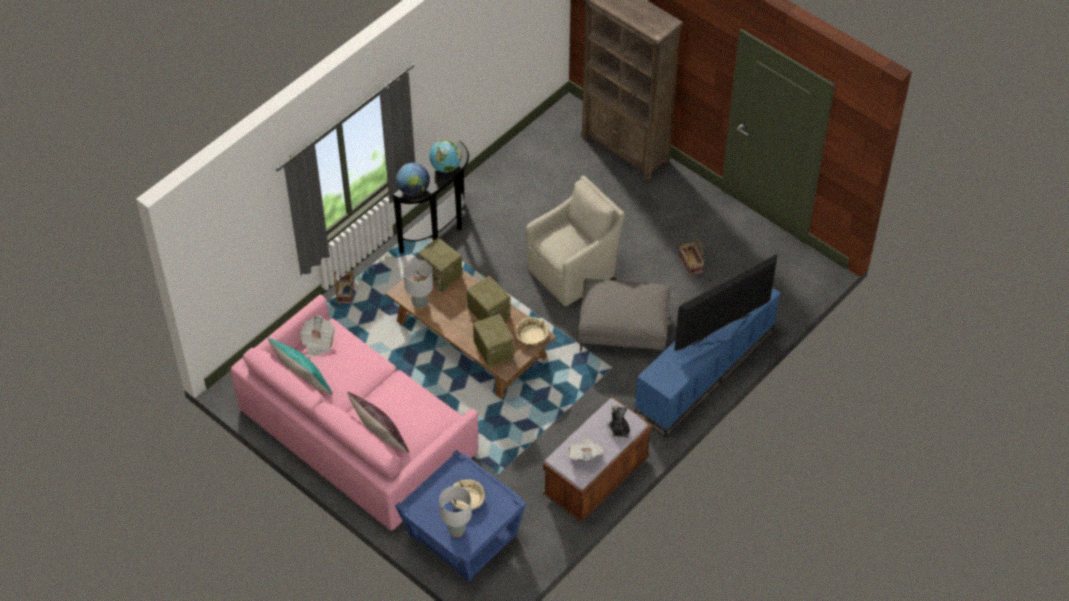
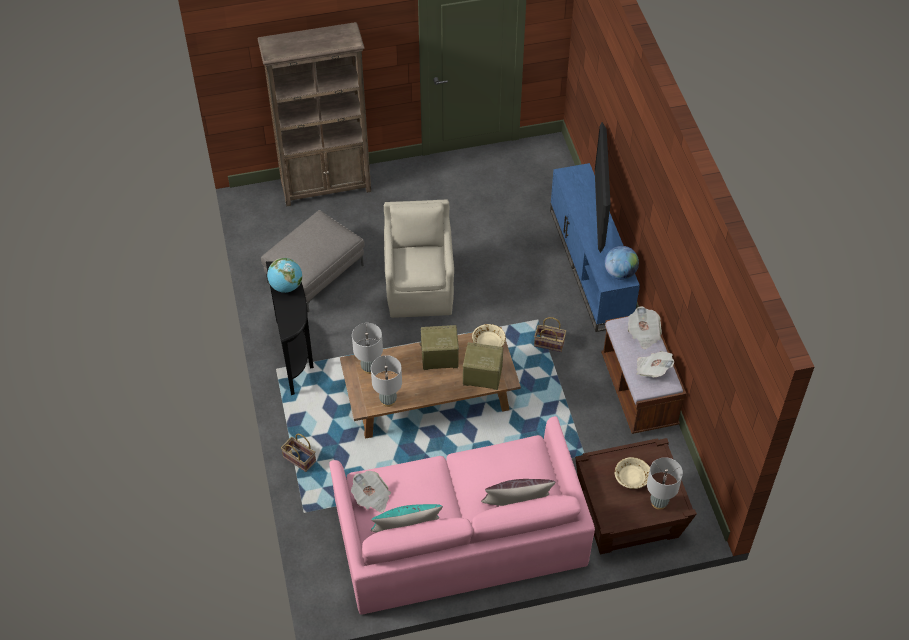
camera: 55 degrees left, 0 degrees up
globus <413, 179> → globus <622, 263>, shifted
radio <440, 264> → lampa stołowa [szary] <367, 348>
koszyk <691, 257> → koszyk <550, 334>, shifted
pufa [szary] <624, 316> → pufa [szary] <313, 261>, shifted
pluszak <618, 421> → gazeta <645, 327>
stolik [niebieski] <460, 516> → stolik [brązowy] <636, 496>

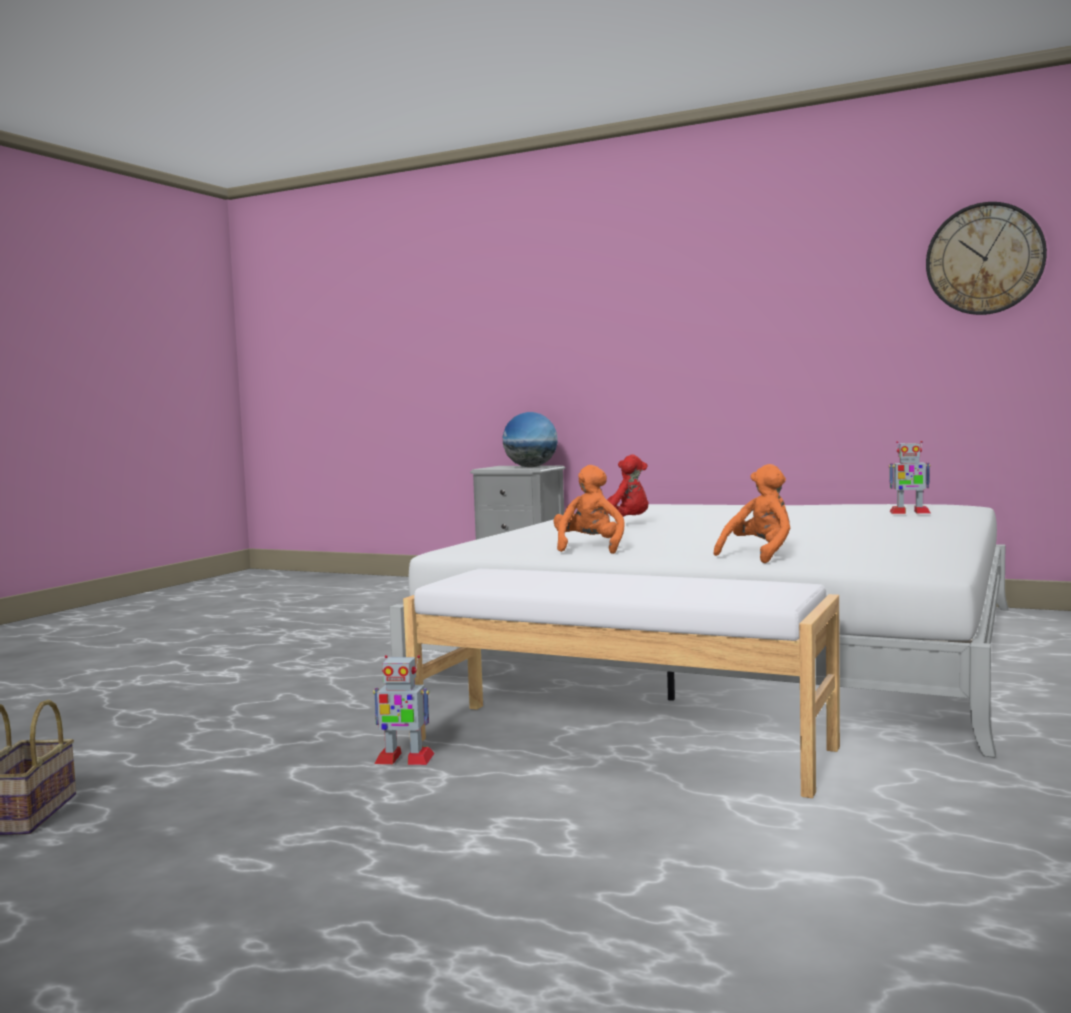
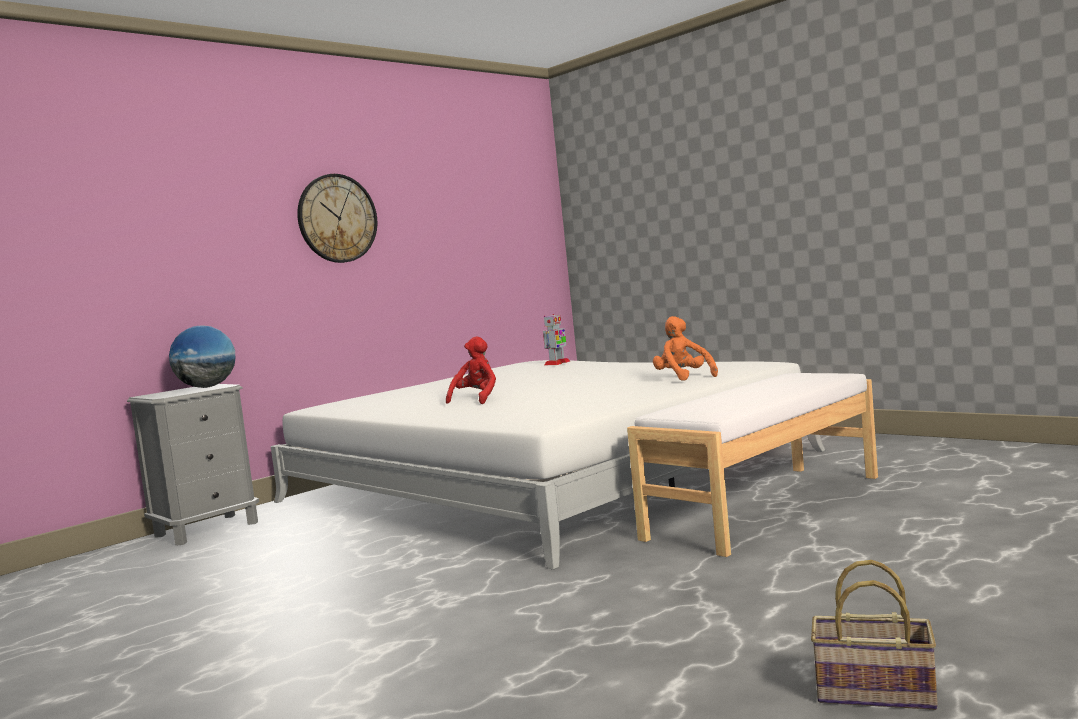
camera: 70 degrees left, 0 degrees up
zegar ścienny <986, 258> → zegar ścienny <337, 218>, shifted
pluszak [pomarańczowy] <588, 509> → -
robot zabawkowy <404, 710> → -

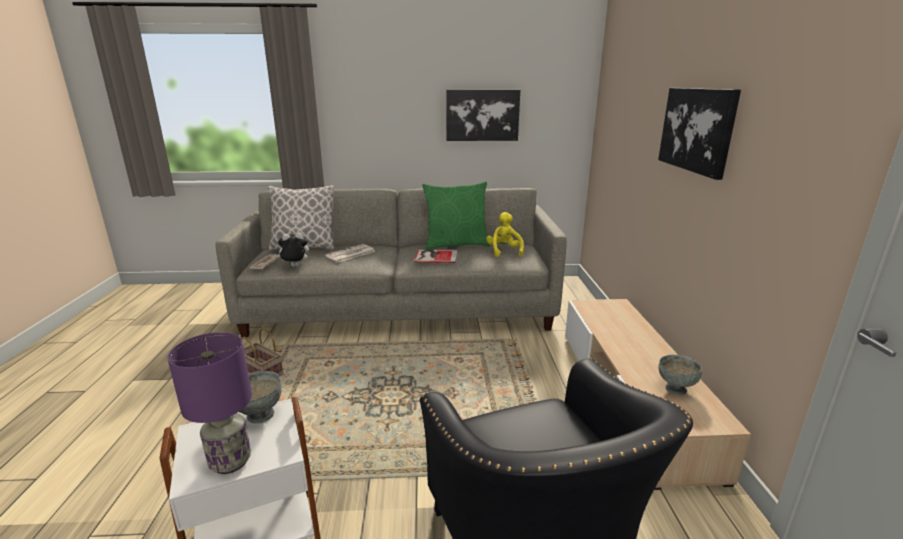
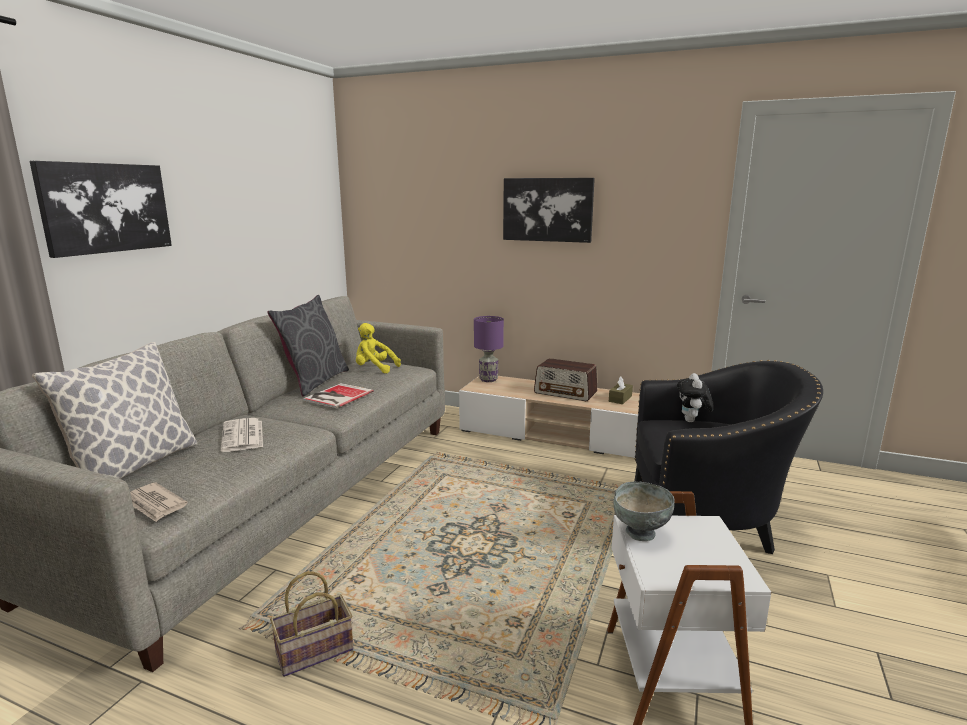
camera: 65 degrees left, 5 degrees down
obraz <483, 115> → obraz <101, 209>, shifted
poduszka [zielony] <456, 215> → poduszka [szary] <308, 346>
pluszak <292, 249> → pluszak <695, 397>, shifted
lampa stołowa [fioletowy] <209, 403> → lampa stołowa [fioletowy] <489, 349>, shifted
miska [szary] <680, 375> → pudełko chusteczek [brązowy] <621, 390>
- → radio <565, 379>

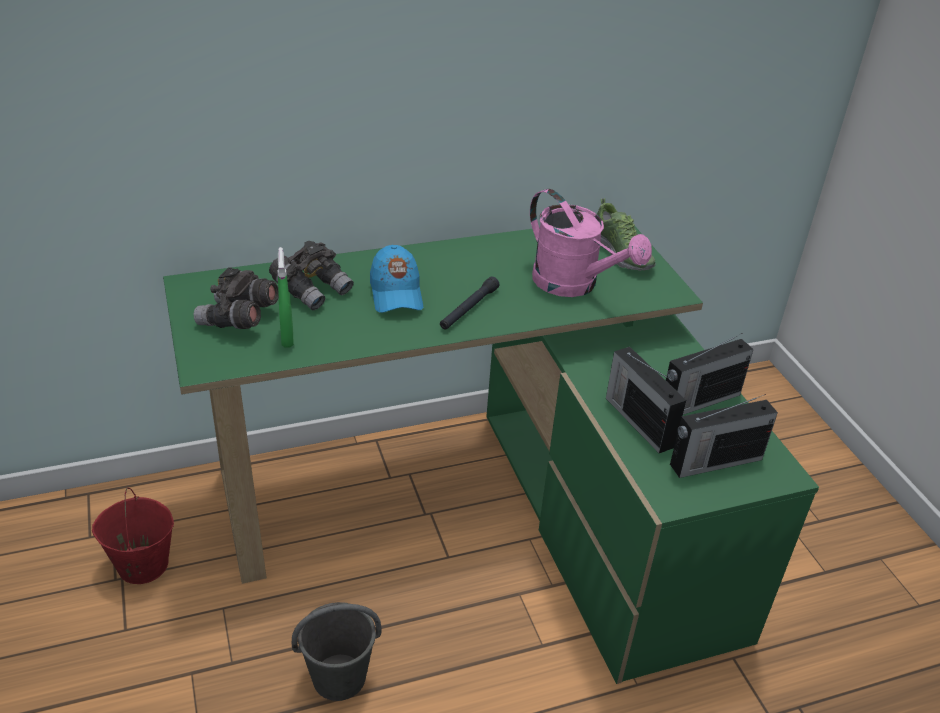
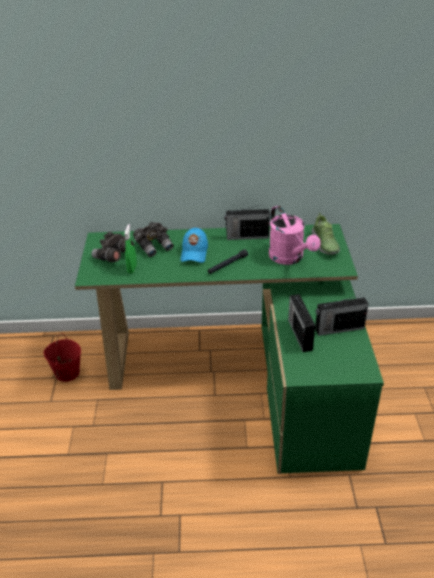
camera: 20 degrees right, 0 degrees up
radio <724, 436> → radio <247, 222>, shifted
wiadro [szary] <336, 651> → -

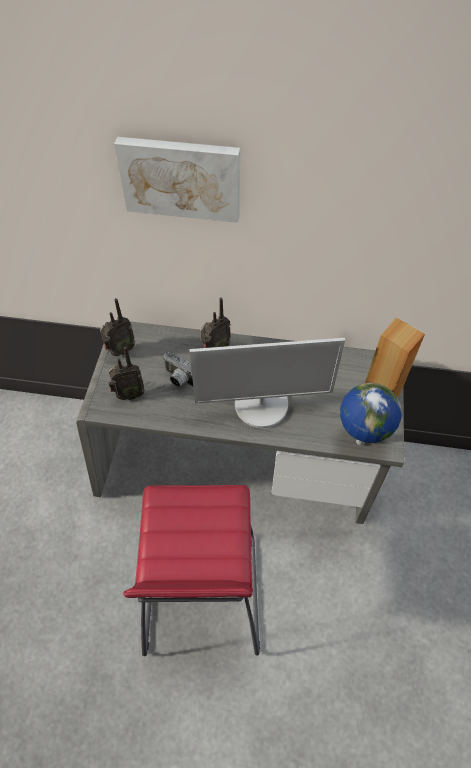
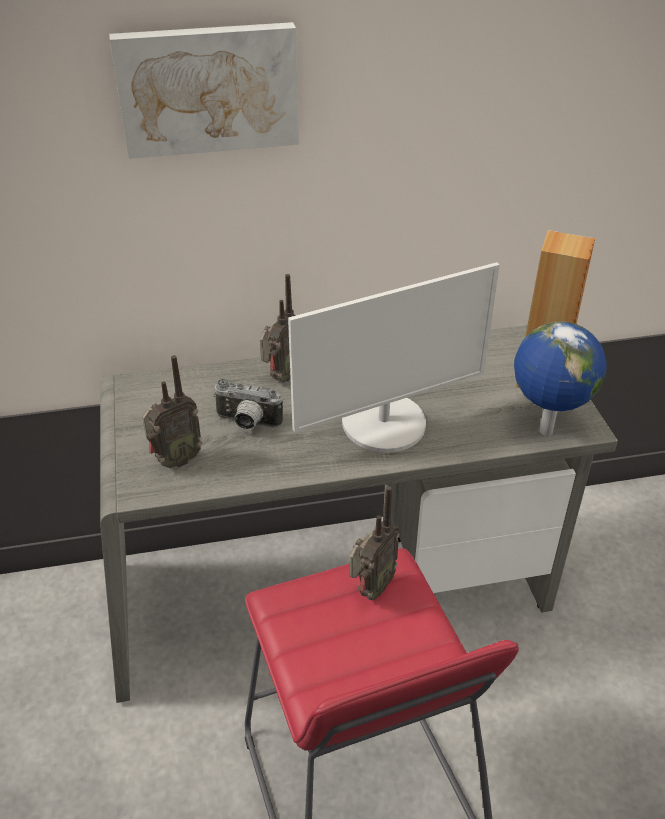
camera: 20 degrees left, 15 degrees down
radio <117, 327> → radio <374, 543>, shifted

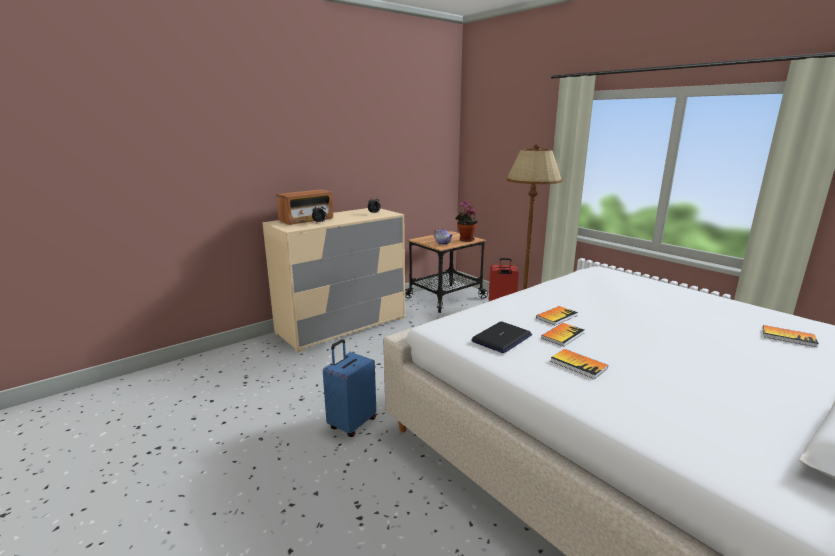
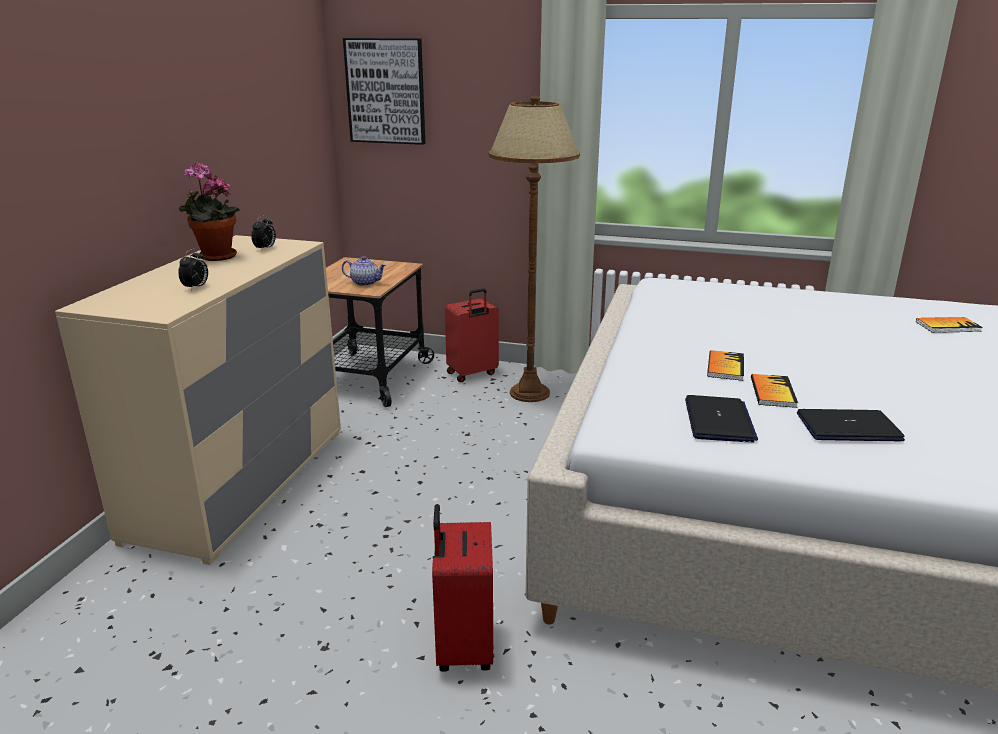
camera: 35 degrees left, 5 degrees up
radio <304, 207> → -
roślina doniczkowa <466, 221> → roślina doniczkowa <209, 211>, shifted
walizka [niebieski] <349, 388> → walizka [czerwony] <462, 588>
książka <579, 364> → laptop <851, 425>
- → obraz <384, 91>

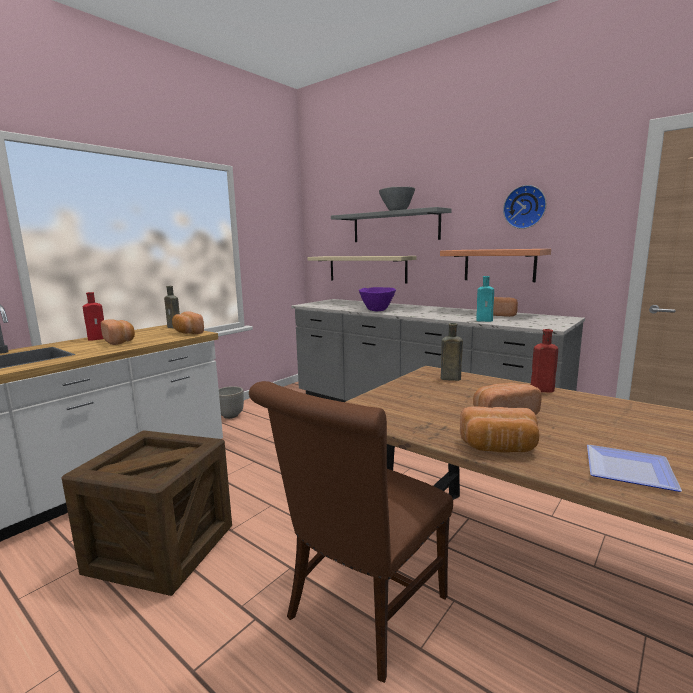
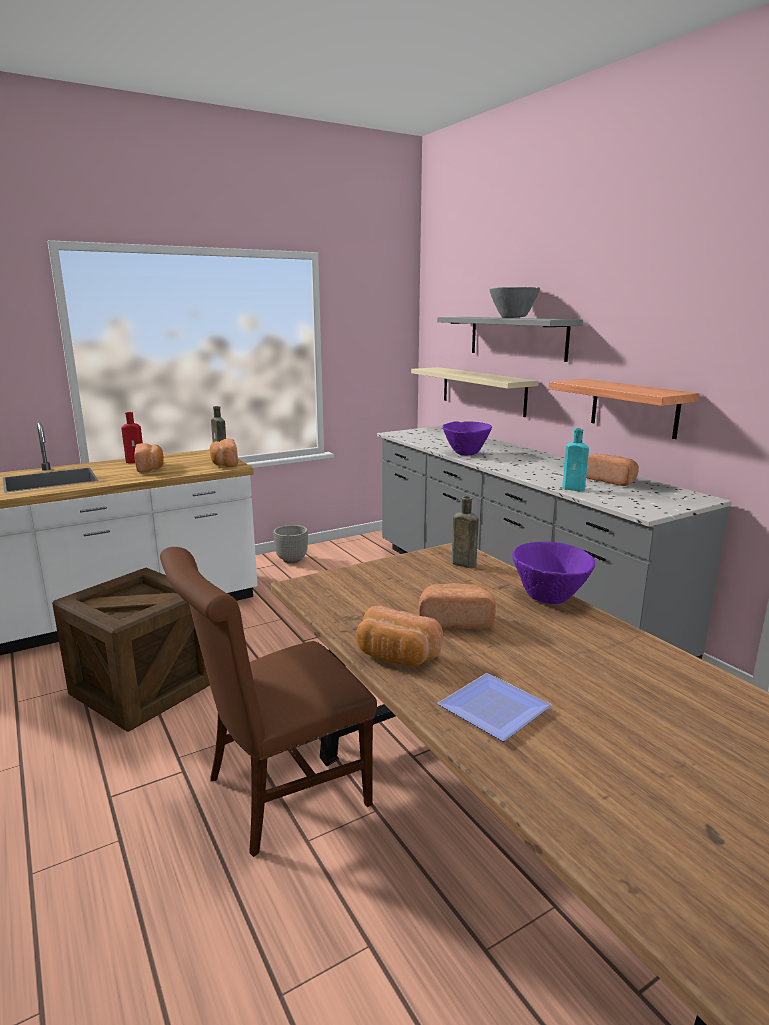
camera: 20 degrees right, 5 degrees up
zegar ścienny <524, 207> → -
butelka [czerwony] <544, 360> → miska [fioletowy] <553, 573>

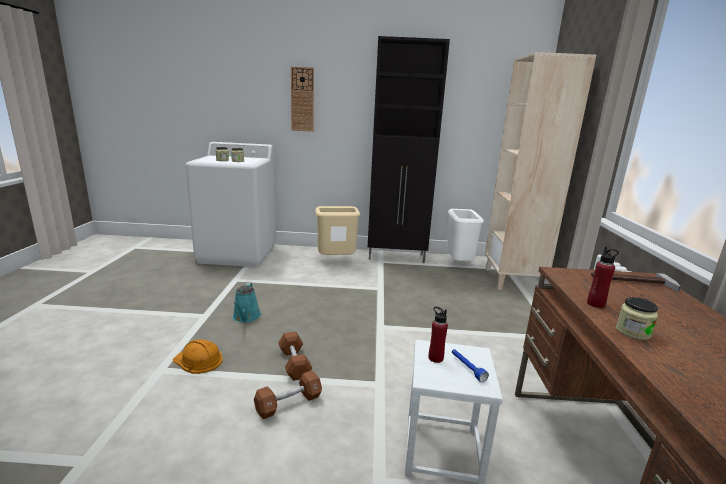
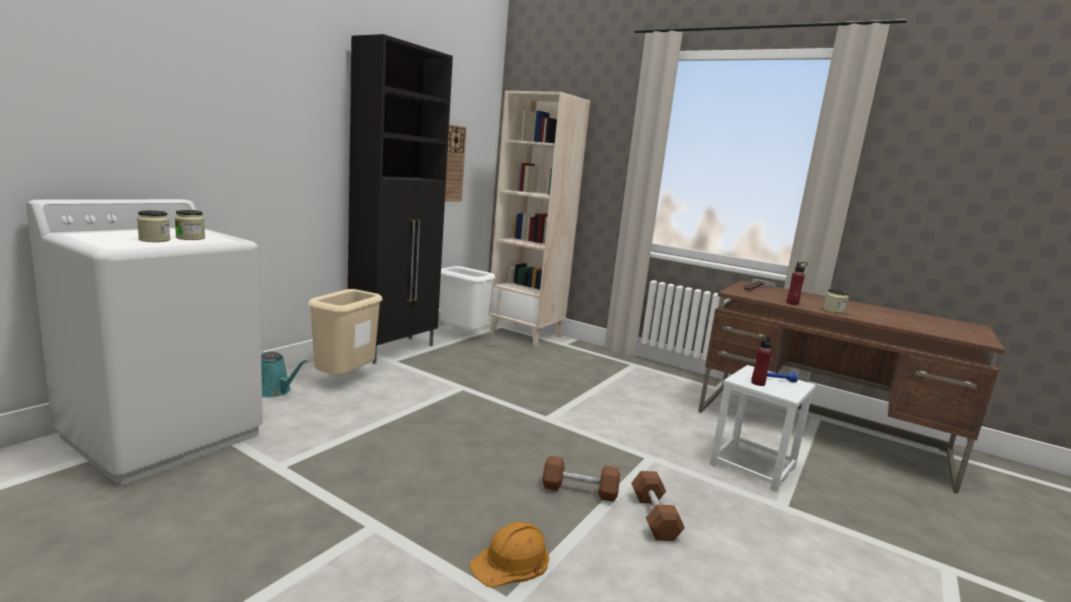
camera: 60 degrees left, 5 degrees down
zegar ścienny <302, 99> → zegar ścienny <456, 163>, shifted
konewka [turkusowy] <247, 303> → konewka [turkusowy] <284, 374>, shifted

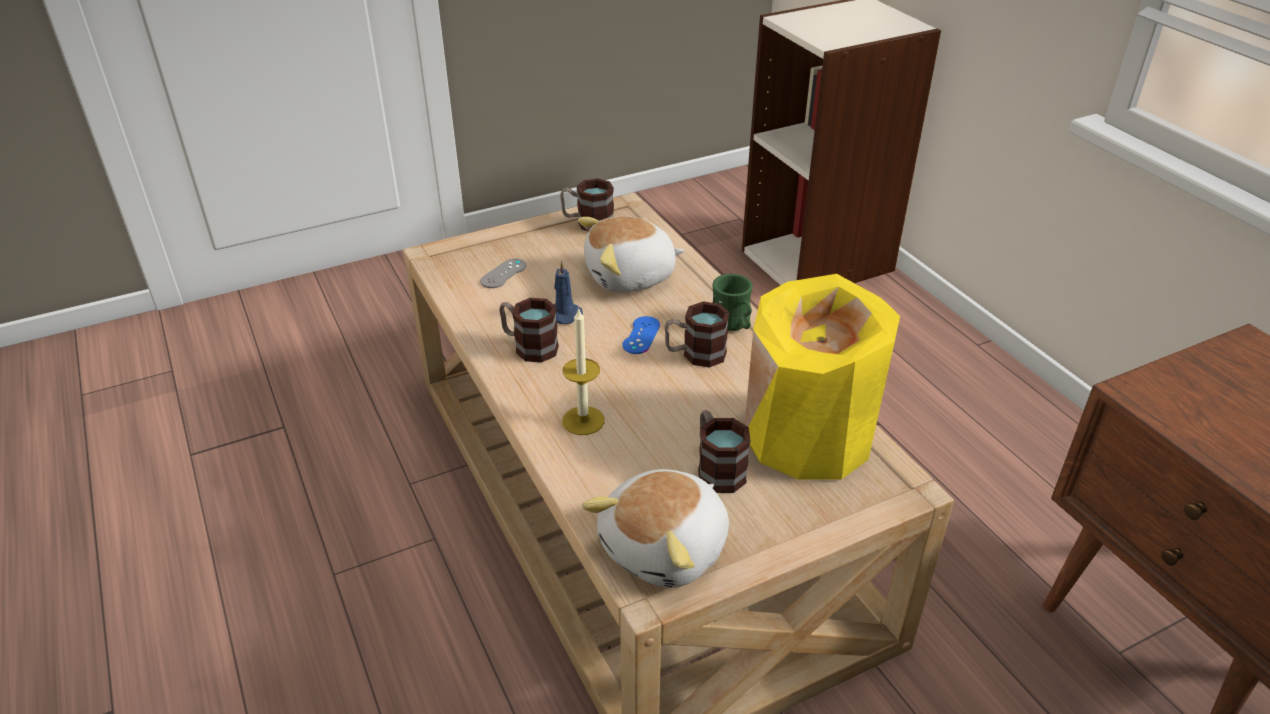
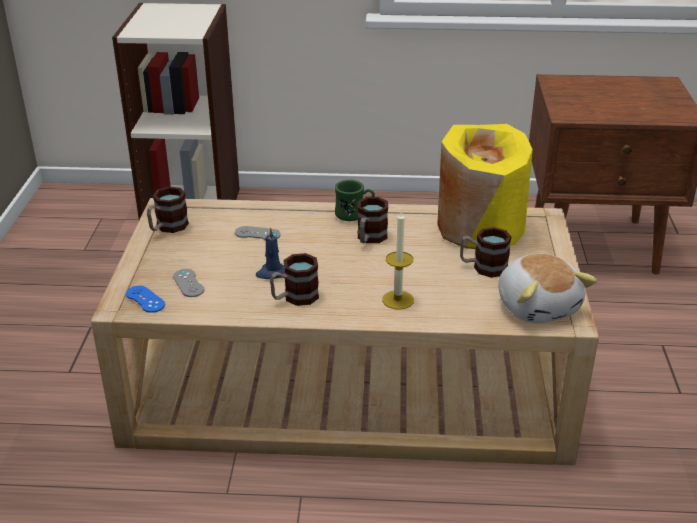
camera: 60 degrees left, 5 degrees down
pluszak <631, 254> → pad do gier [szary] <258, 233>
pad do gier [niebieski] <641, 335> → pad do gier [niebieski] <145, 299>, shifted

